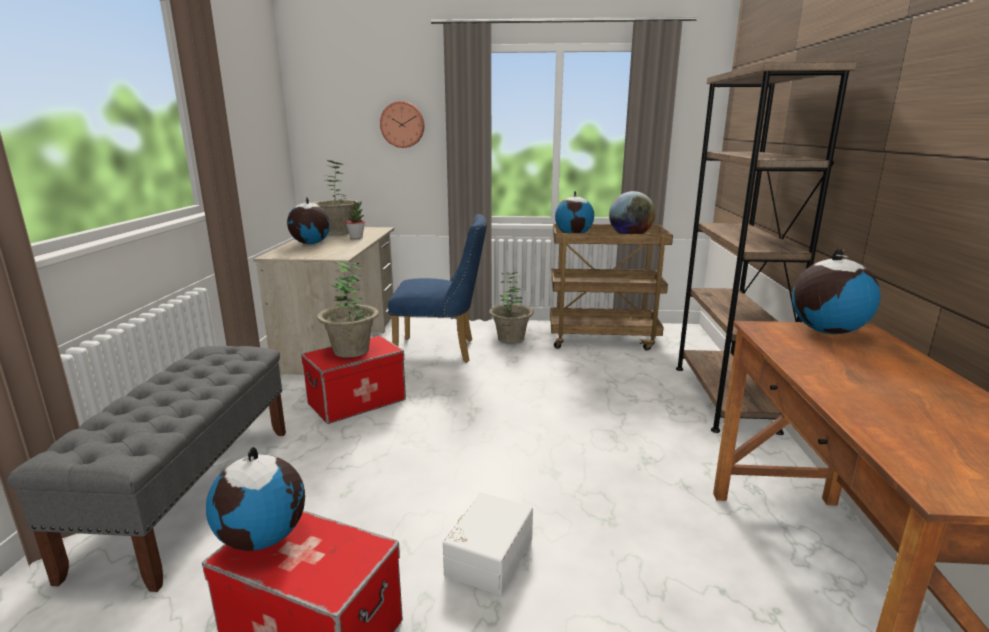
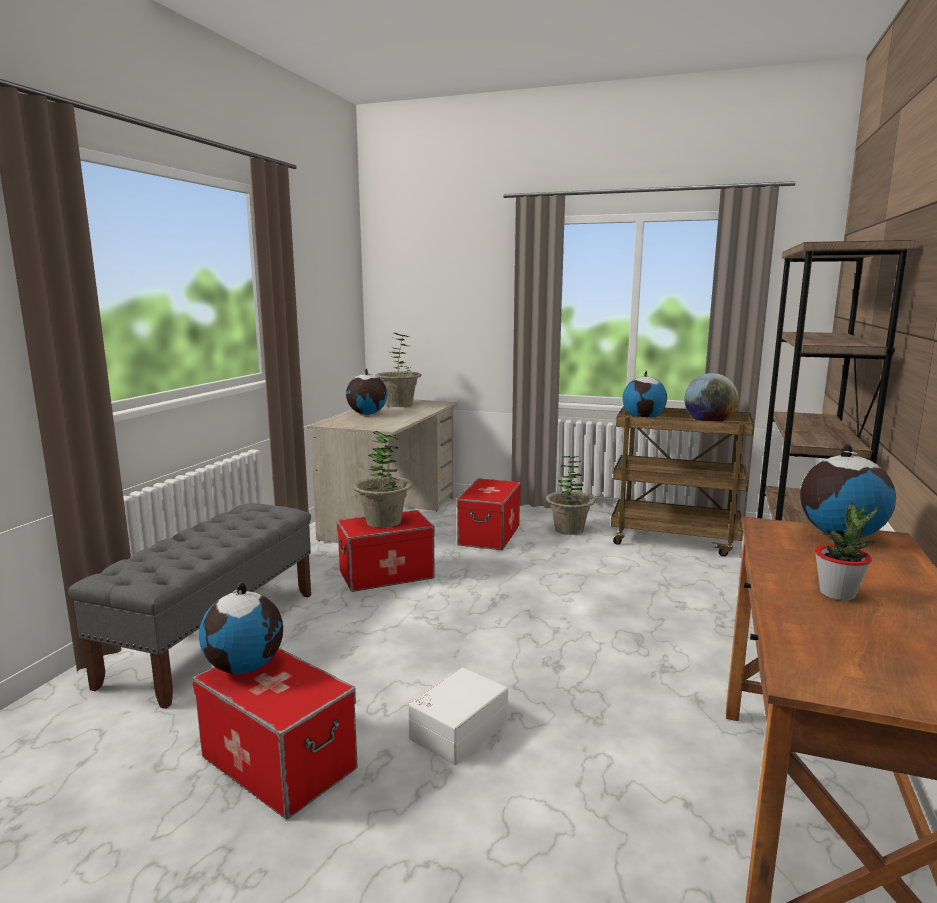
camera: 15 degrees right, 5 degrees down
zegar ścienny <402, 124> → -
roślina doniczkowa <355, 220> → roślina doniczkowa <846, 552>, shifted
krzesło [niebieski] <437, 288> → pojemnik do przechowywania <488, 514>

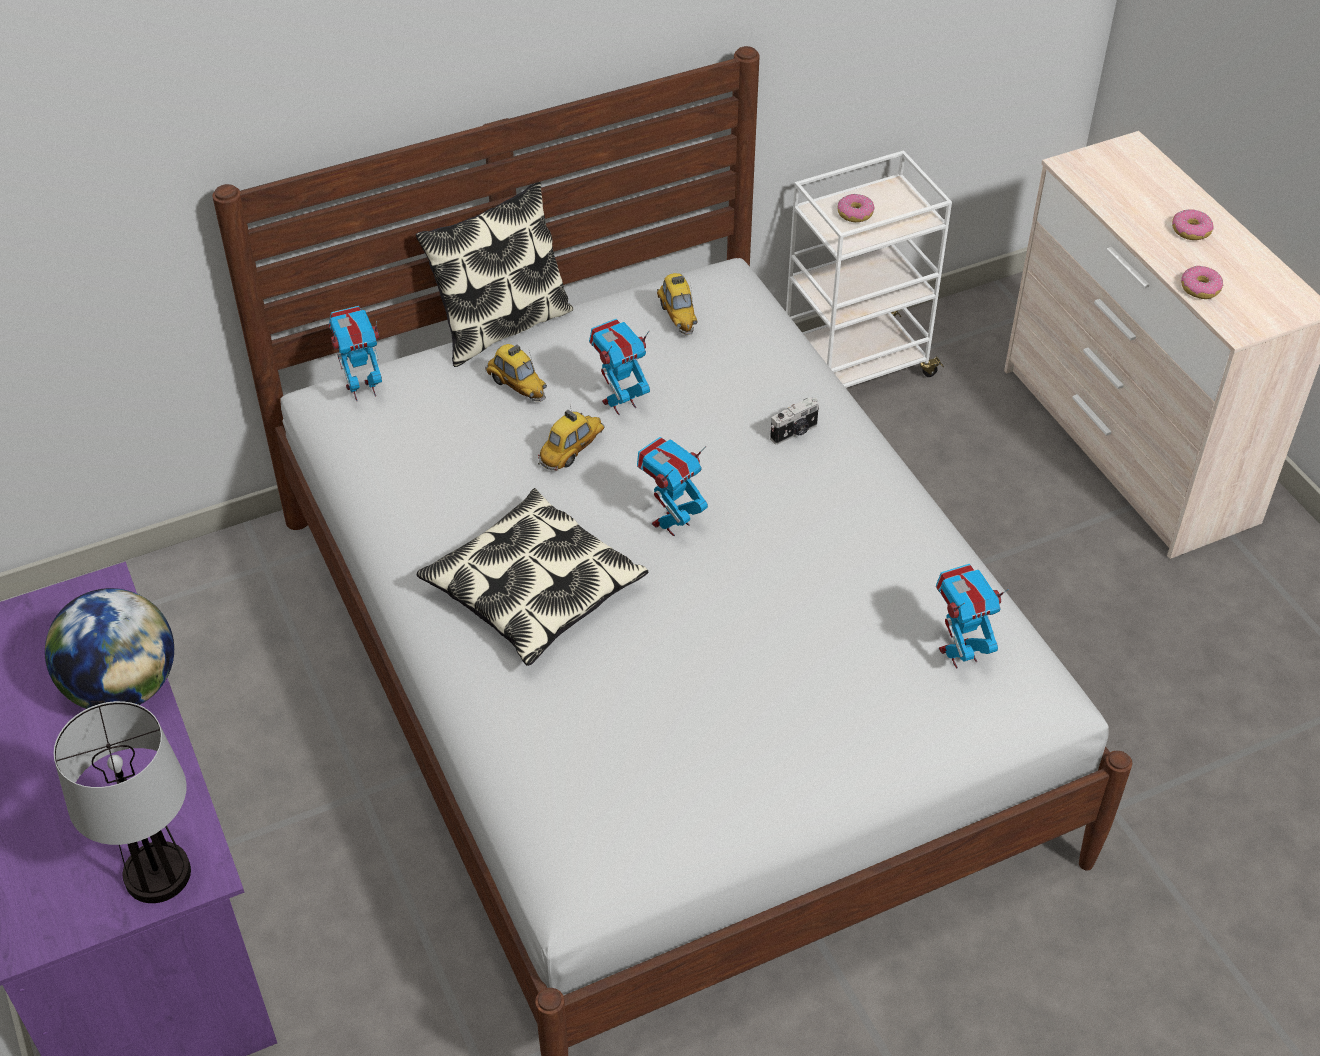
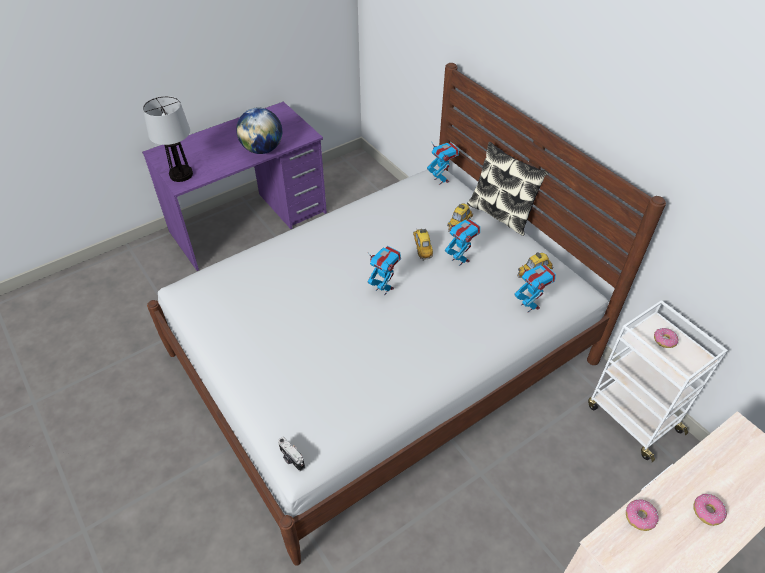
camera: 80 degrees right, 0 degrees up
aparat fotograficzny <794, 421> → aparat fotograficzny <291, 454>, shifted
samochodzik <571, 438> → samochodzik <423, 245>, 135 degrees counterclockwise
poduszka <532, 577> → -
robot zabawkowy <972, 616> → robot zabawkowy <535, 288>, shifted

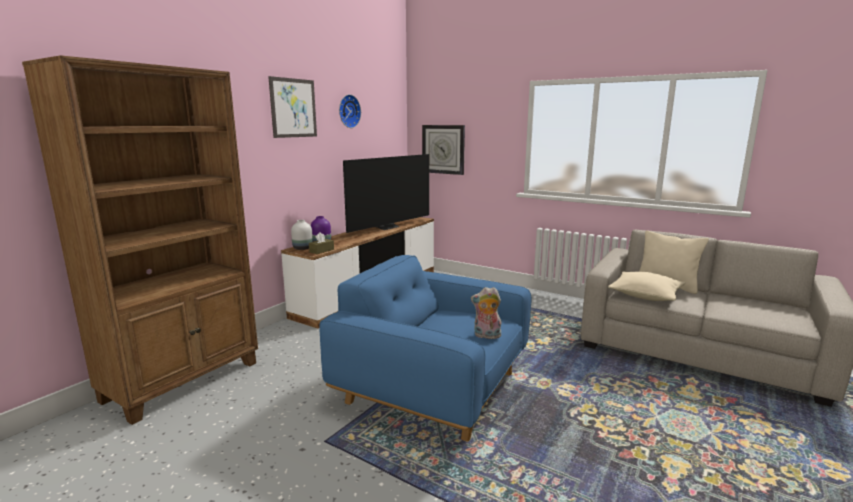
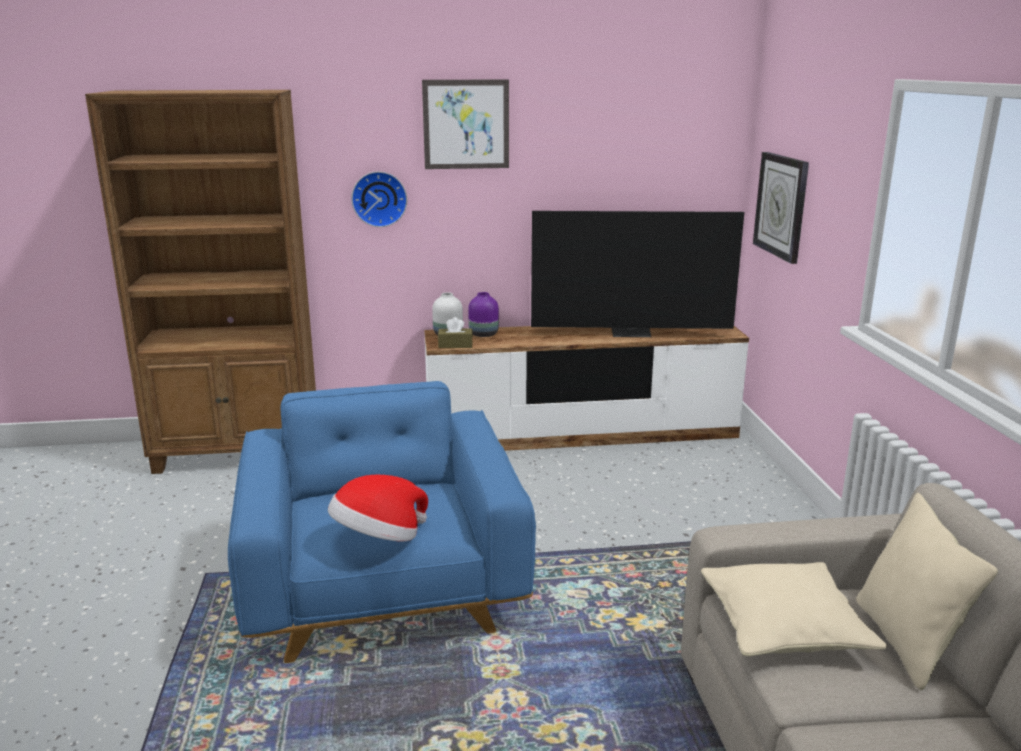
camera: 50 degrees right, 5 degrees up
zegar ścienny <350, 111> → zegar ścienny <379, 199>, shifted
pluszak <486, 313> → kapelusz <378, 508>

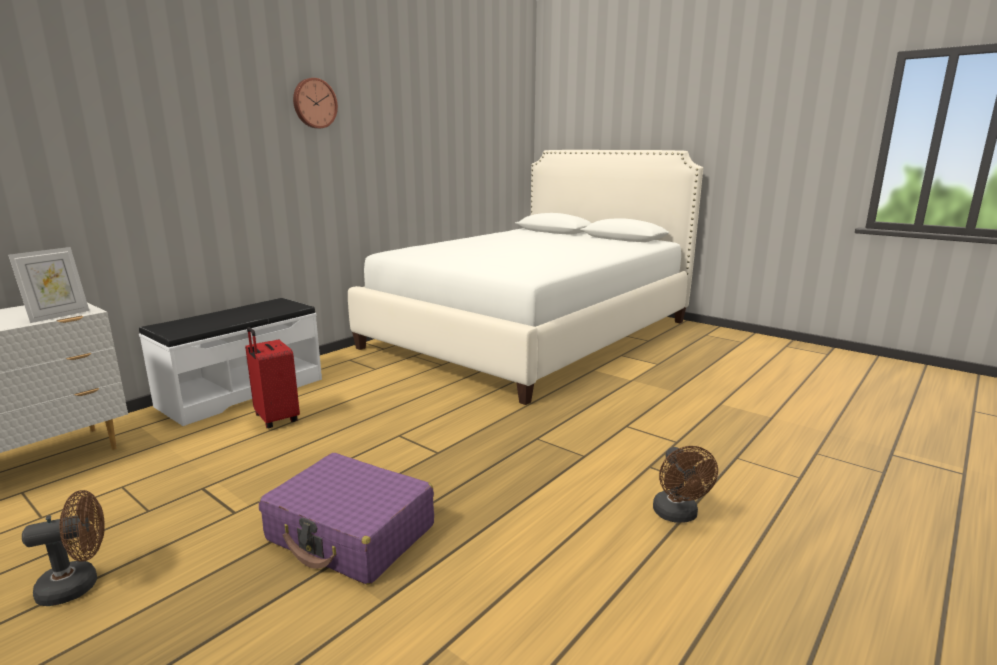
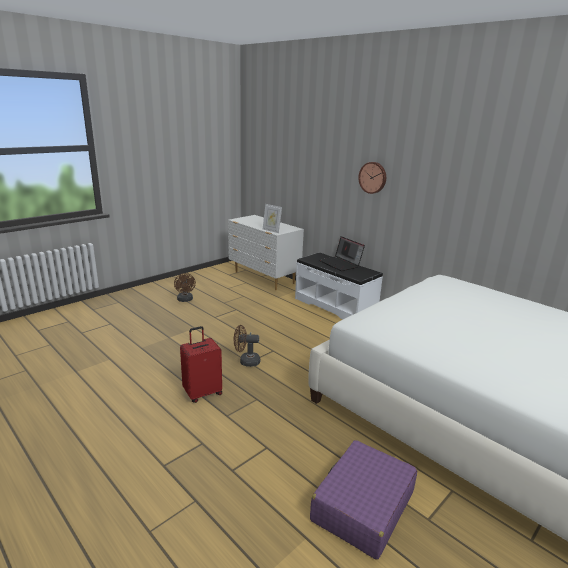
camera: 95 degrees right, 5 degrees up
zegar ścienny <315, 103> → zegar ścienny <372, 178>, shifted
walizka [czerwony] <272, 378> → walizka [czerwony] <201, 364>, shifted
wentylator [brązowy] <685, 484> → wentylator [brązowy] <247, 346>, shifted
walizka [fioletowy] <346, 519> → walizka [fioletowy] <363, 500>, shifted
- → laptop <342, 253>

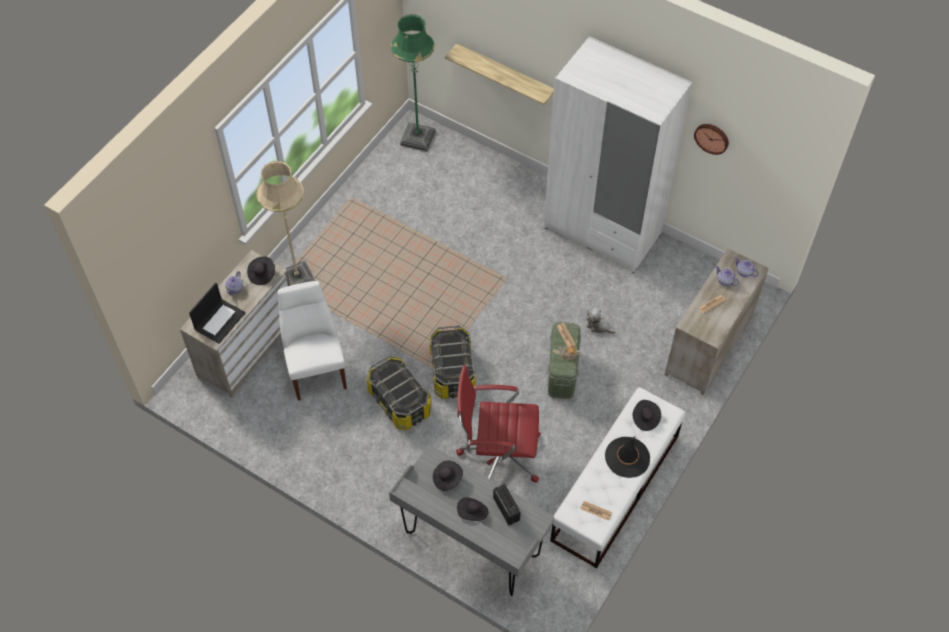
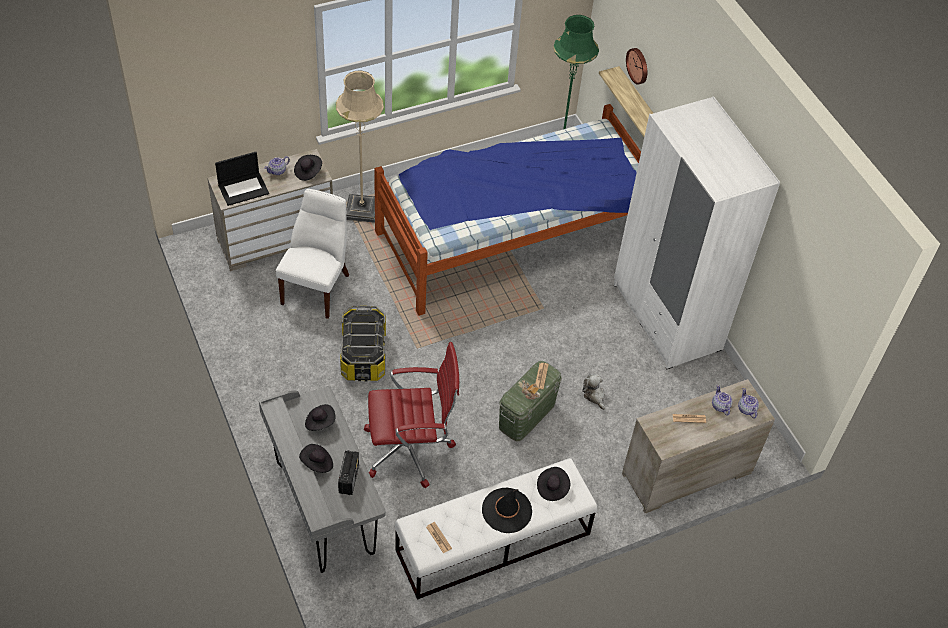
camera: 30 degrees right, 5 degrees down
zegar ścienny <711, 139> → zegar ścienny <636, 66>, shifted
pojemnik do przechowywania <452, 362> → -
krzesło biurowe [czerwony] <498, 424> → krzesło biurowe [czerwony] <411, 415>, 135 degrees clockwise
- → łóżko <507, 210>

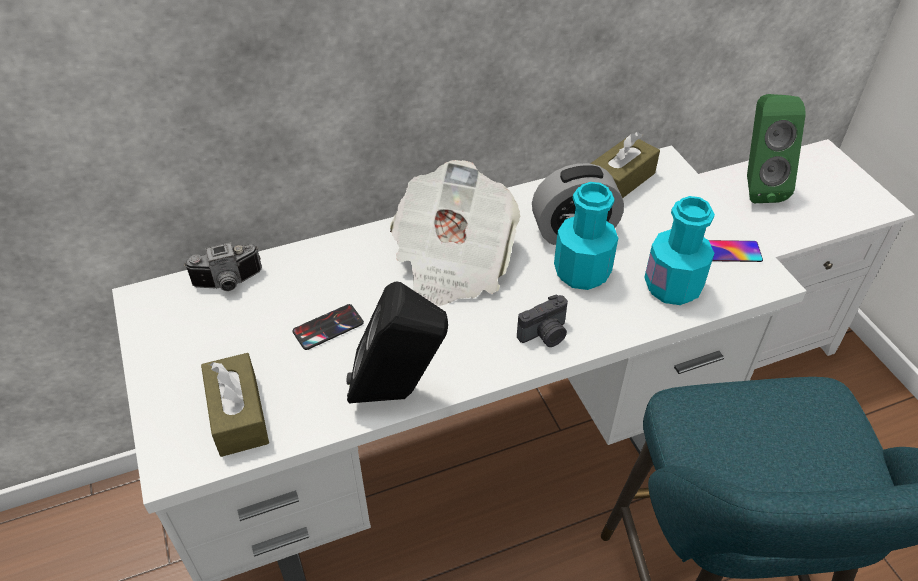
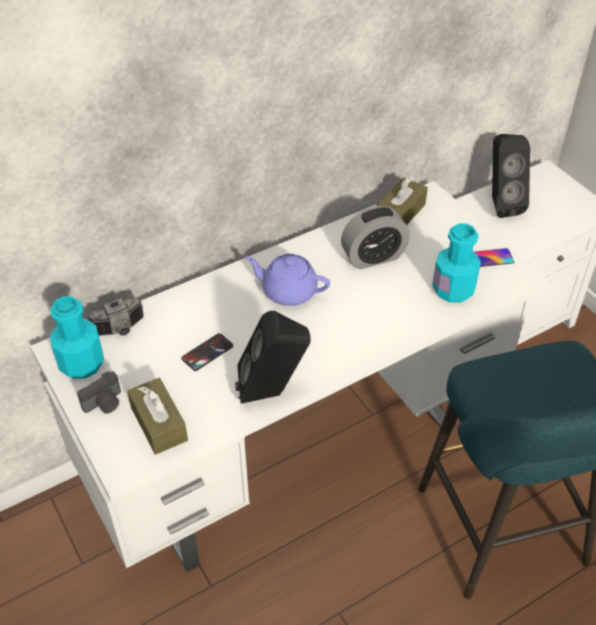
camera: 10 degrees left, 0 degrees up
głośnik [zielony] <776, 148> → głośnik [czarny] <511, 176>
gazeta <455, 233> → imbryk [fioletowy] <287, 280>
butelka [turkusowy] <586, 236> → butelka [turkusowy] <77, 337>, shifted
aparat fotograficzny <542, 320> → aparat fotograficzny <99, 393>, shifted

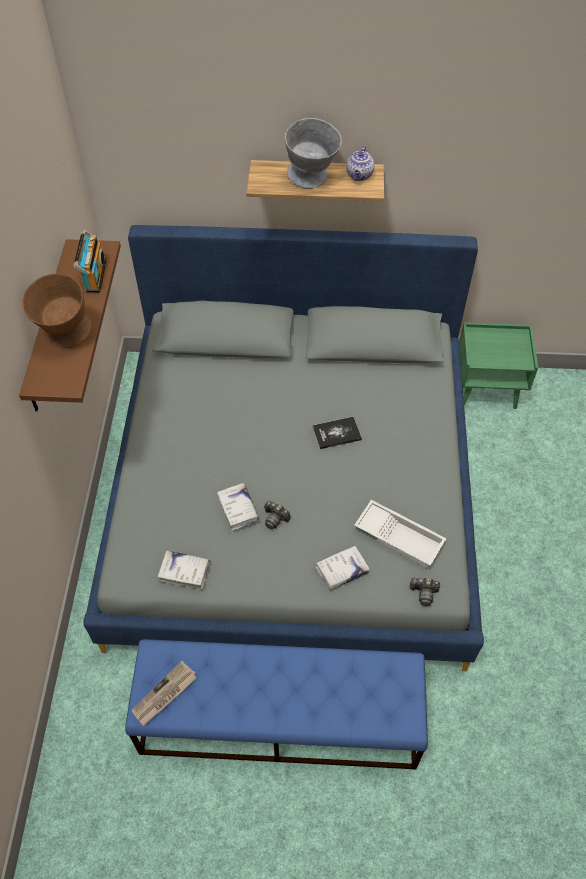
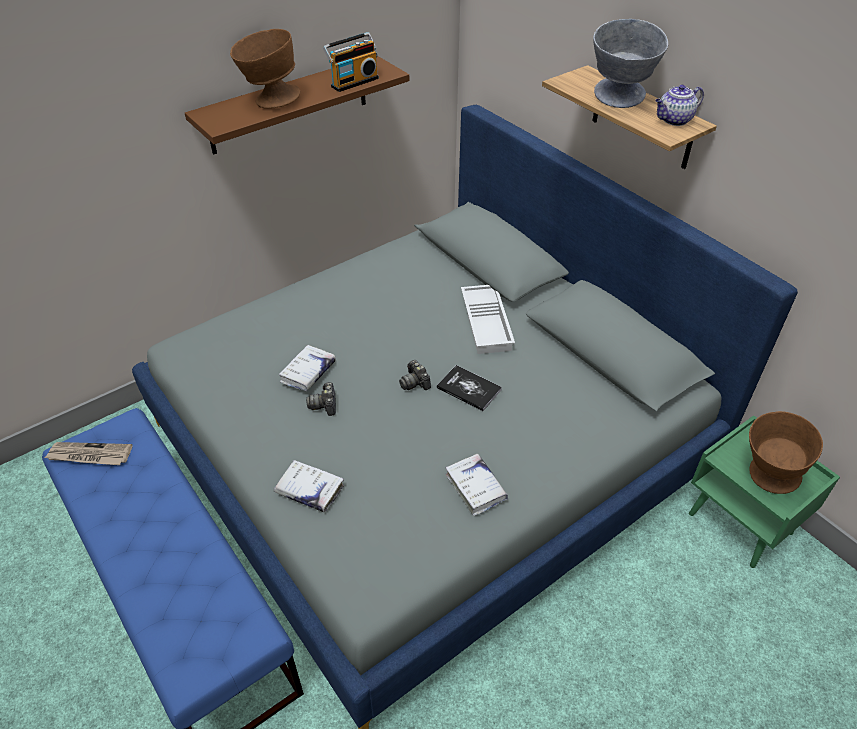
camera: 50 degrees right, 10 degrees down
taca [biały] <400, 534> → taca [biały] <488, 319>, shifted
książka [biały] <184, 570> → książka [biały] <476, 485>, shifted
aparat fotograficzny <425, 592> → aparat fotograficzny <415, 375>, shifted
- → miska [brązowy] <786, 452>

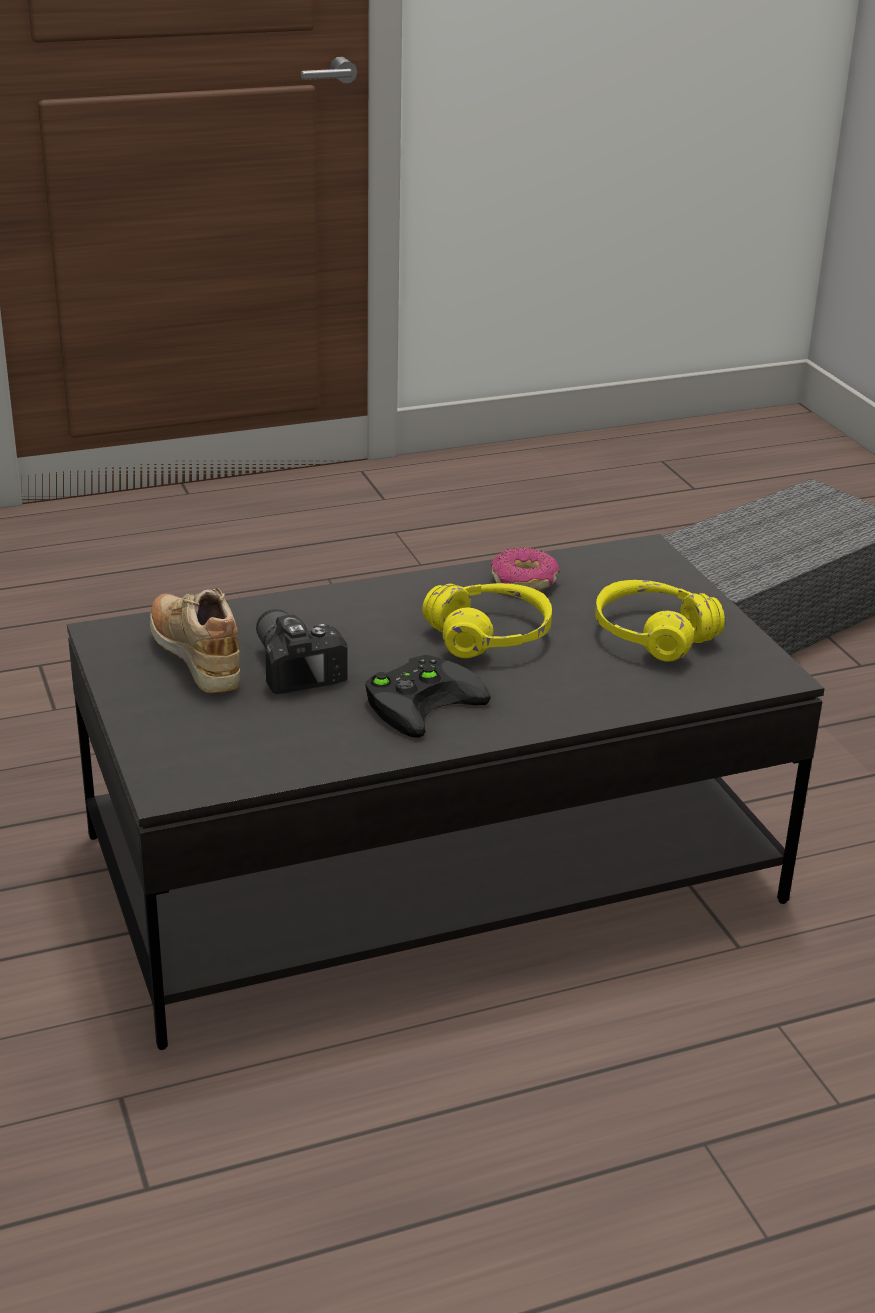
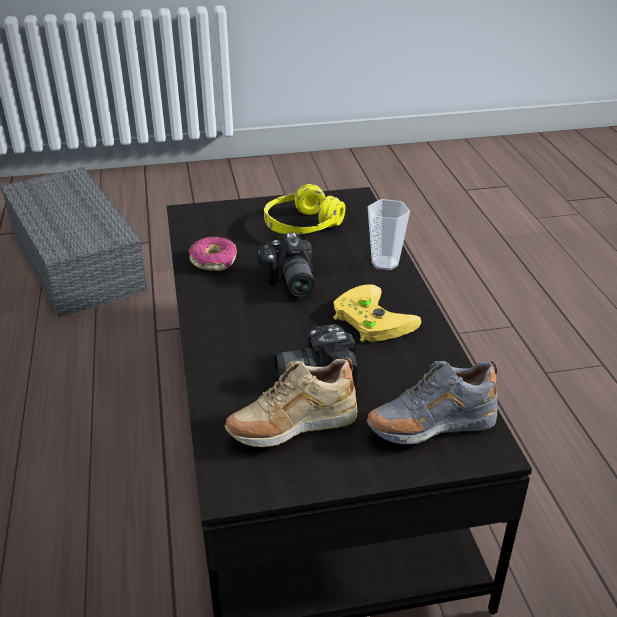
camera: 80 degrees left, 5 degrees up
słuchawki [żółty] <487, 620> → aparat fotograficzny <286, 264>
pad do gier [czarny] <428, 696> → pad do gier [żółty] <377, 313>
- → filiżanka <389, 234>
- → but [szary] <432, 402>

